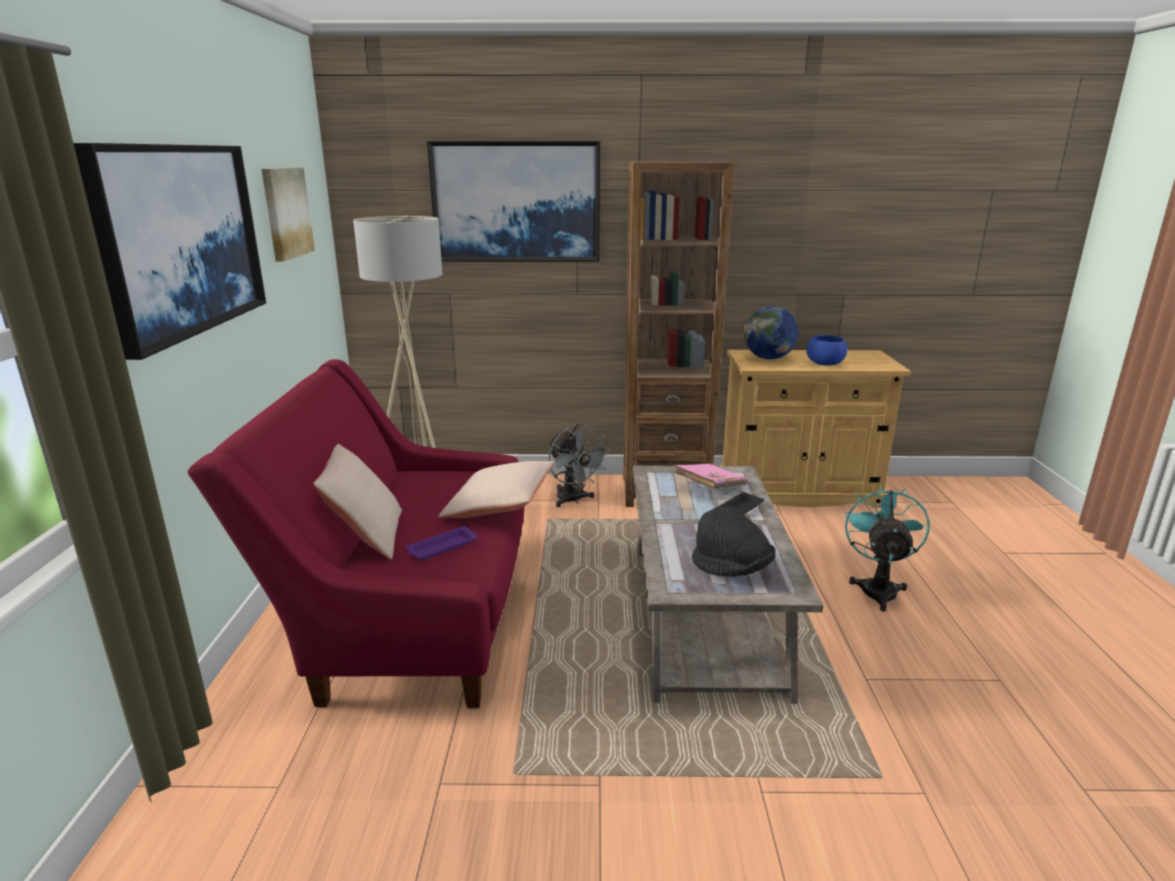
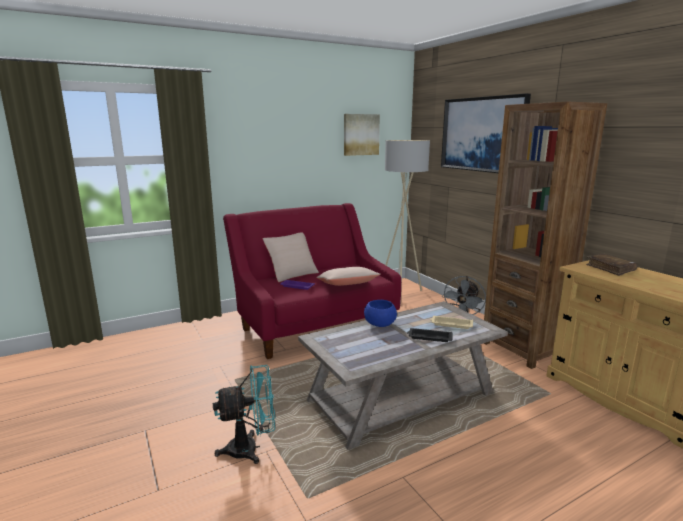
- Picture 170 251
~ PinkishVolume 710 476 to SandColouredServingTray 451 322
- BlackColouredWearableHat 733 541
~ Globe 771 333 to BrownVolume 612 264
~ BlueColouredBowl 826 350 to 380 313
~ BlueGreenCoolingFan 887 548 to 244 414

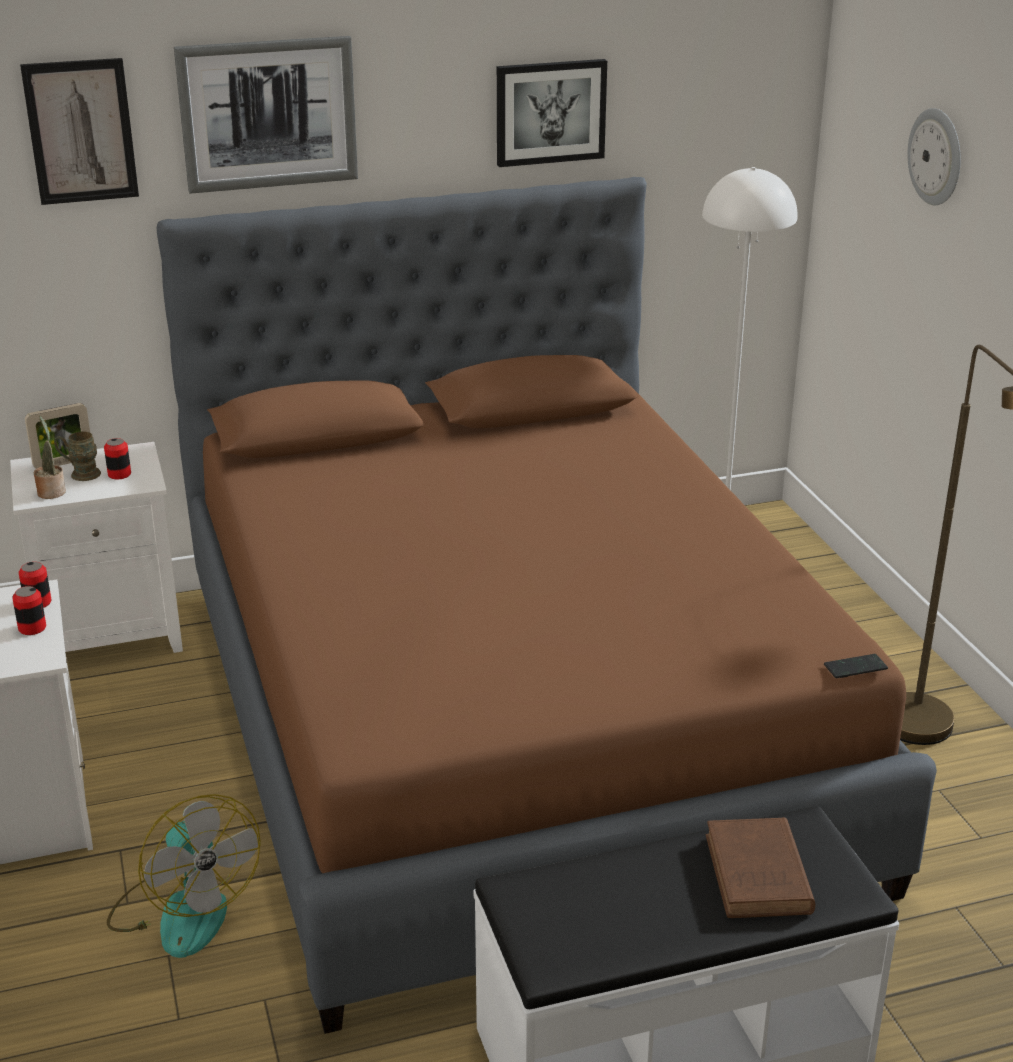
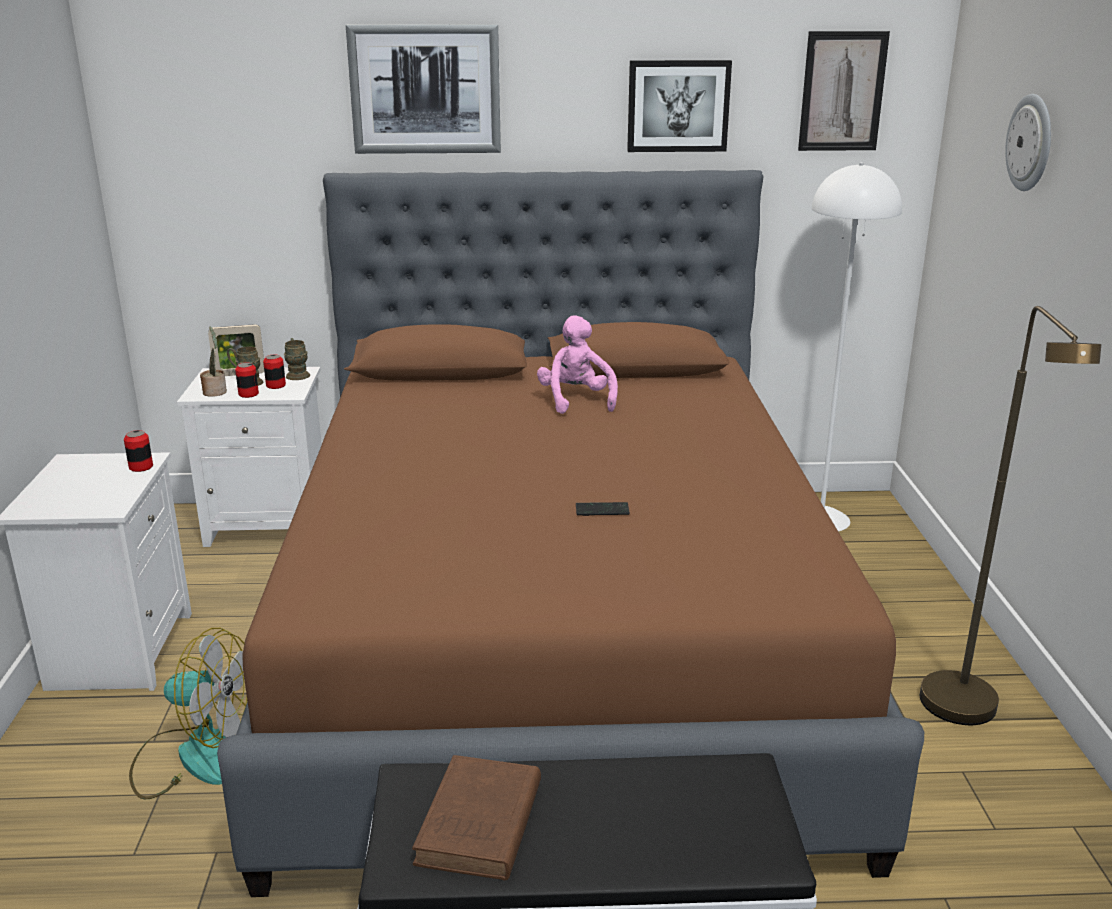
~ SealedCan 29 610 to 247 380
~ Picture 79 131 to 844 91
~ CoolingFan 184 876 = 188 713 60 degrees counterclockwise
~ BrownVolume 760 867 to 476 817
~ Telephone 856 666 to 603 509
+ BrownCoffeeMug 297 359
+ PinkishSoftToy 577 364

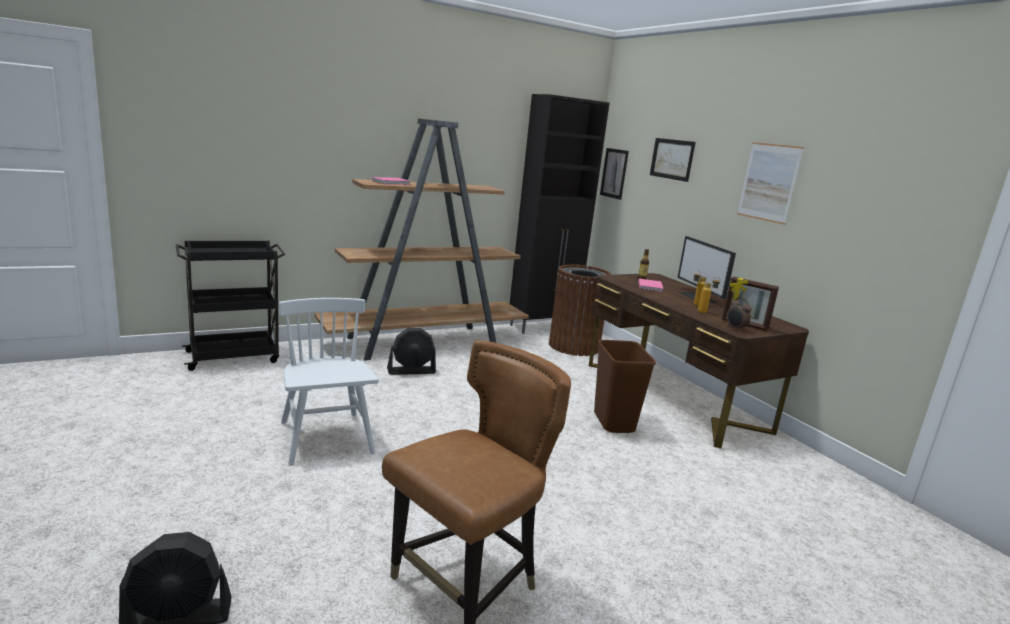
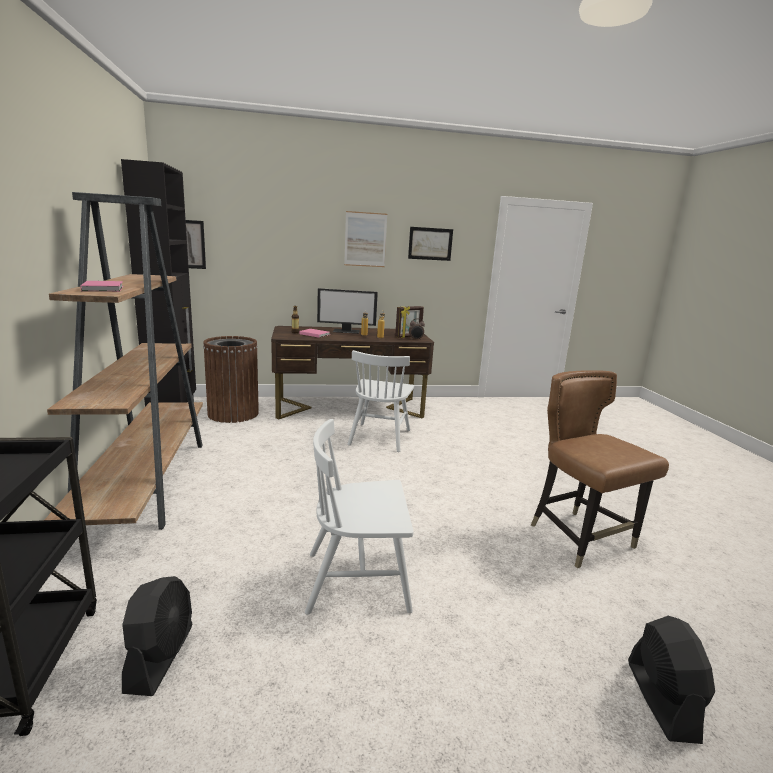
~ BlackColouredCoolingFan 411 351 to 157 636
~ BrownRubbishBin 625 386 to WhiteColouredPlainChair 381 401
~ Picture 673 160 to 430 244

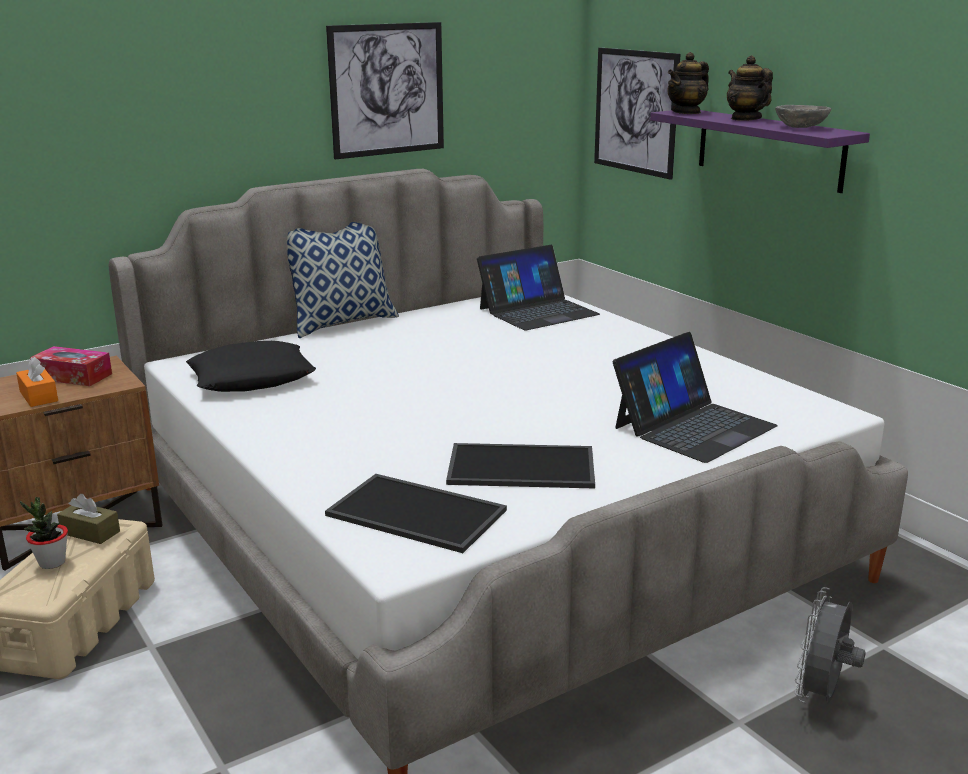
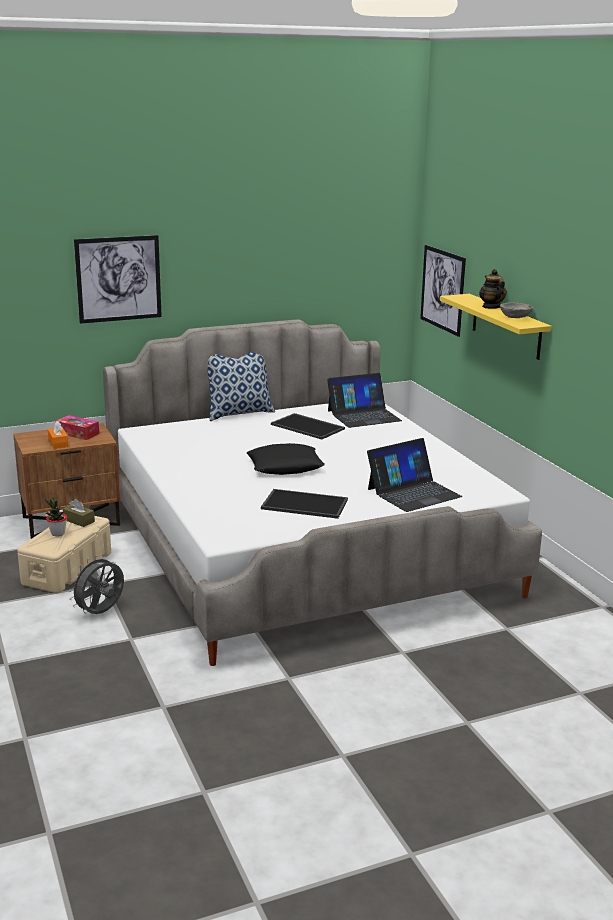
~ BlackColouredCushion 251 366 to 286 459
~ ServingTray 416 513 to 308 426
~ Picture 385 90 to 118 279
~ PurpleBracketShelf 760 151 to YellowColouredBracketShelf 496 327
- PotForTea 688 83
~ GreyishCoolingFan 830 645 to 96 584

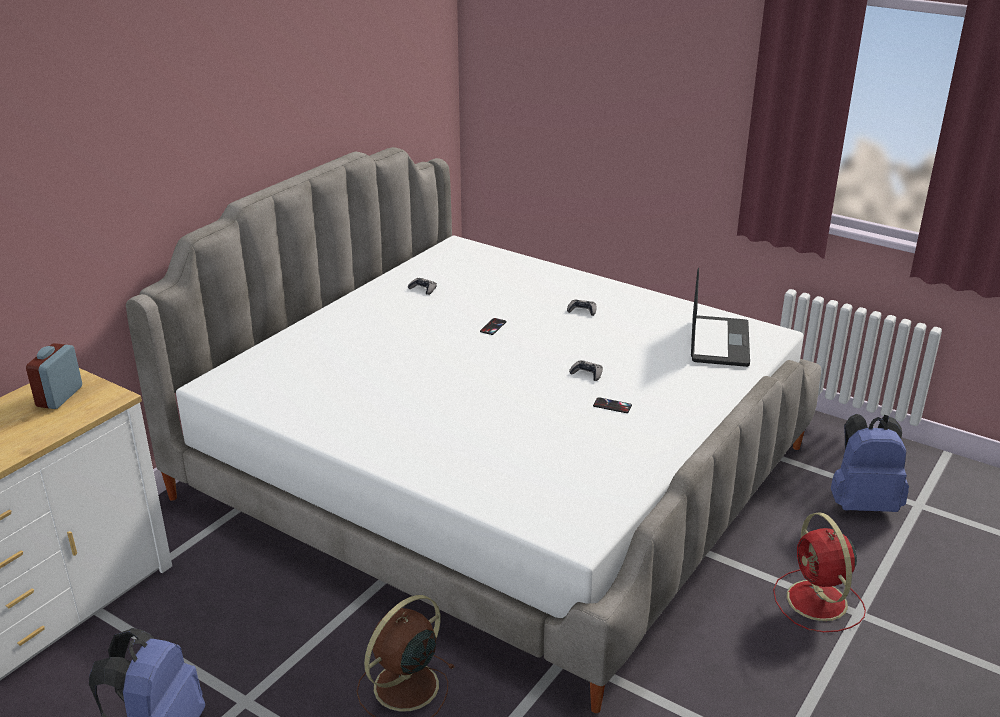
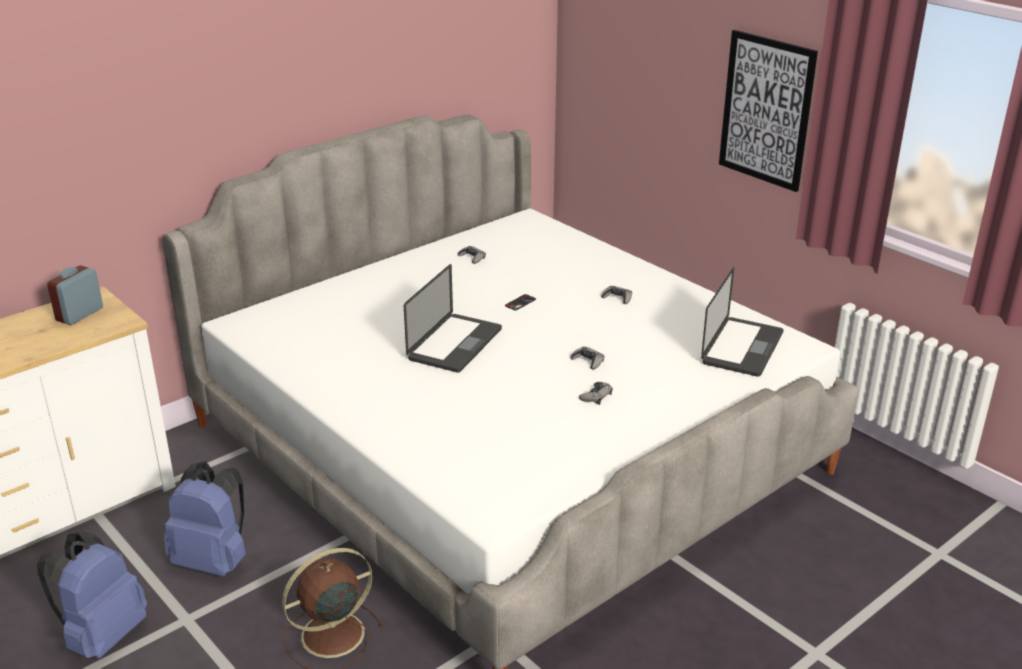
~ Telephone 612 405 to GreyishGameController 596 393
- RedCoolingFan 819 572
~ BlueColouredBackpack 870 463 to 205 518
+ PortableComputer 453 318
+ Picture 768 111

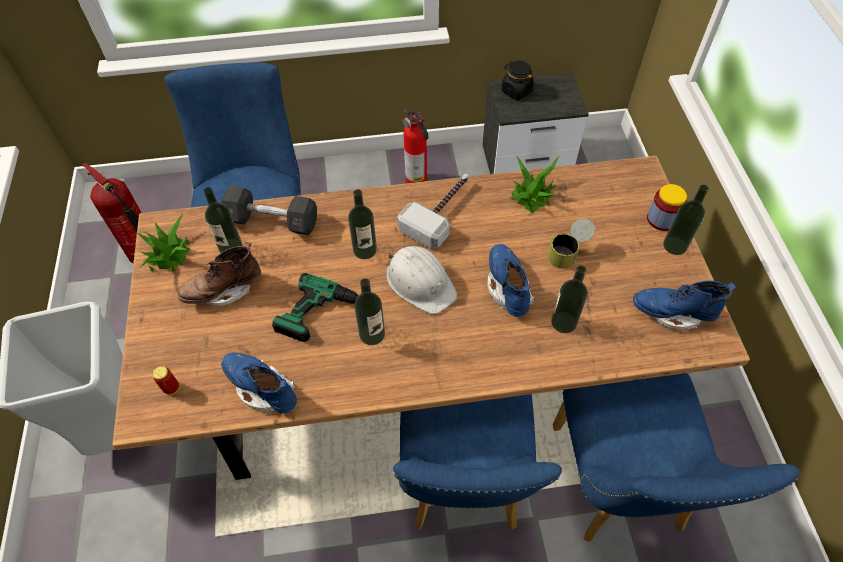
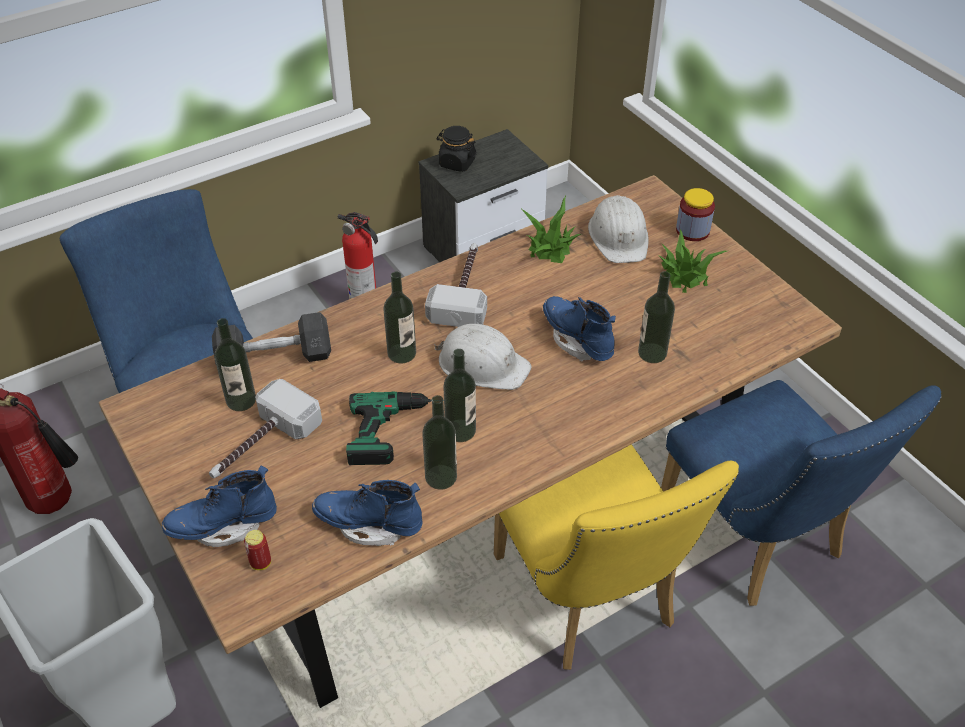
~ PottedPlant 163 243 to 692 261
~ BrownBoot 219 274 to ToolHammer 265 428
~ BlueColouredPlainChair 477 462 to YellowColouredPlainChair 616 557
- SealedCan 571 243
~ BlueColouredBoot 684 305 to 219 506
~ DrinkBottle 686 220 to 439 442
+ WhiteColouredWorkHelmet 618 229

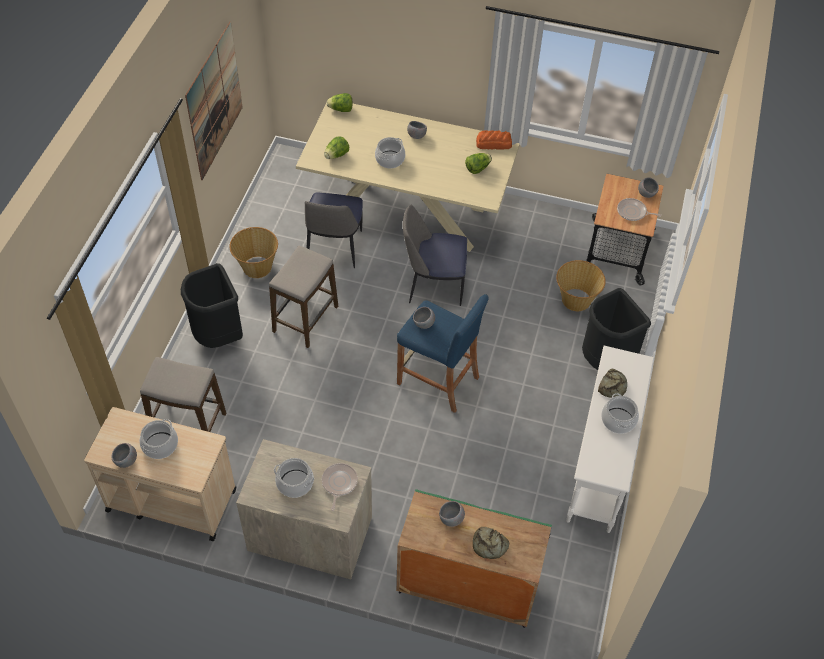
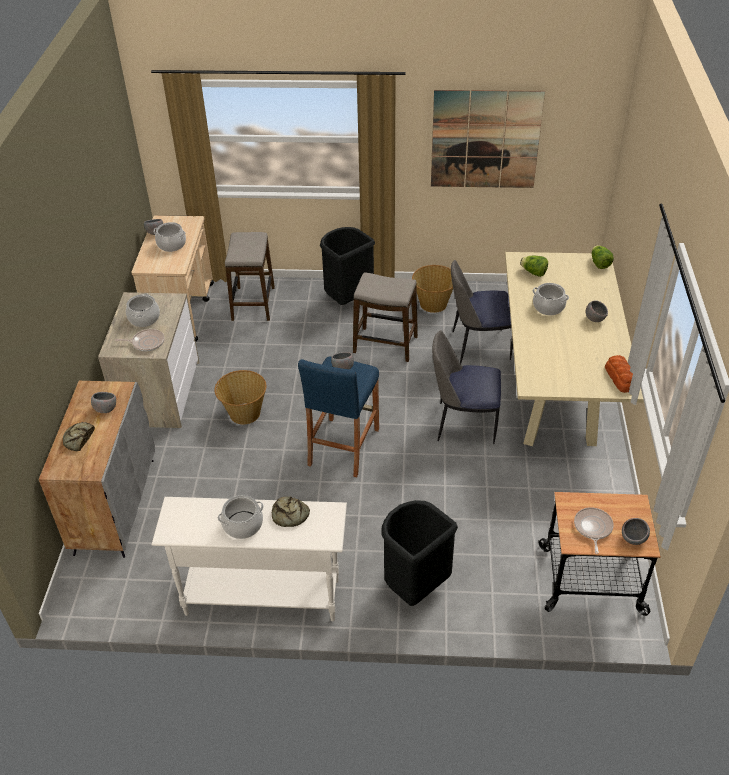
~ GreenStorageCabinet 474 558 to GreyishStorageCabinet 97 469
~ PlainChair 435 255 = 466 387 75 degrees counterclockwise
- Lettuce 478 163
~ HouseholdBasket 581 285 to 240 397

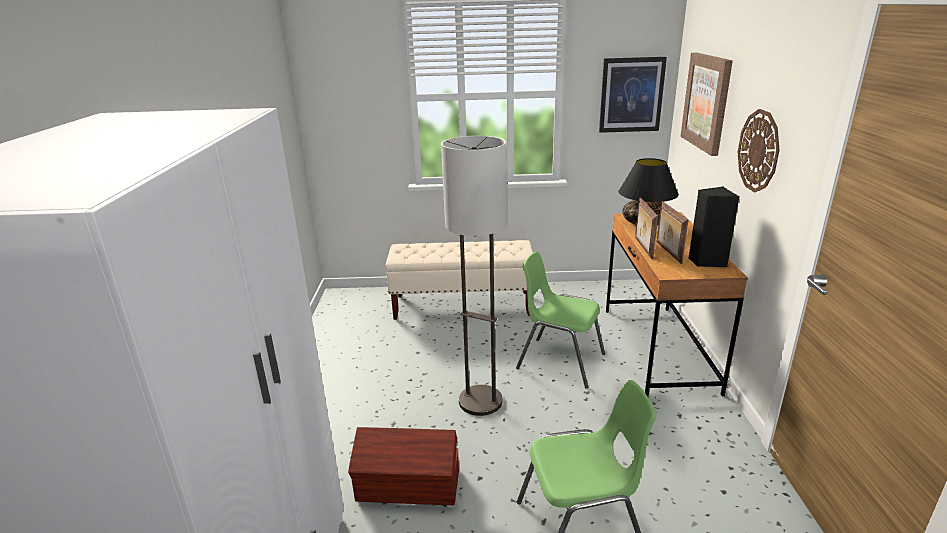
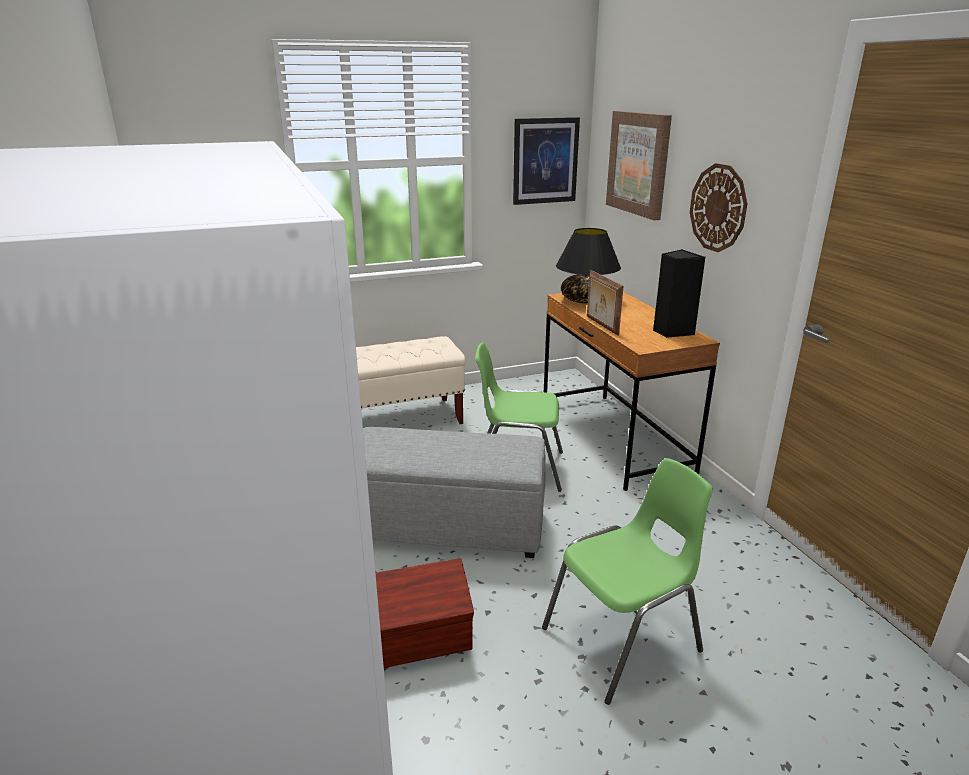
~ StandingLamp 474 275 to GreyishOttoman 454 492
- PictureFrame 673 232

